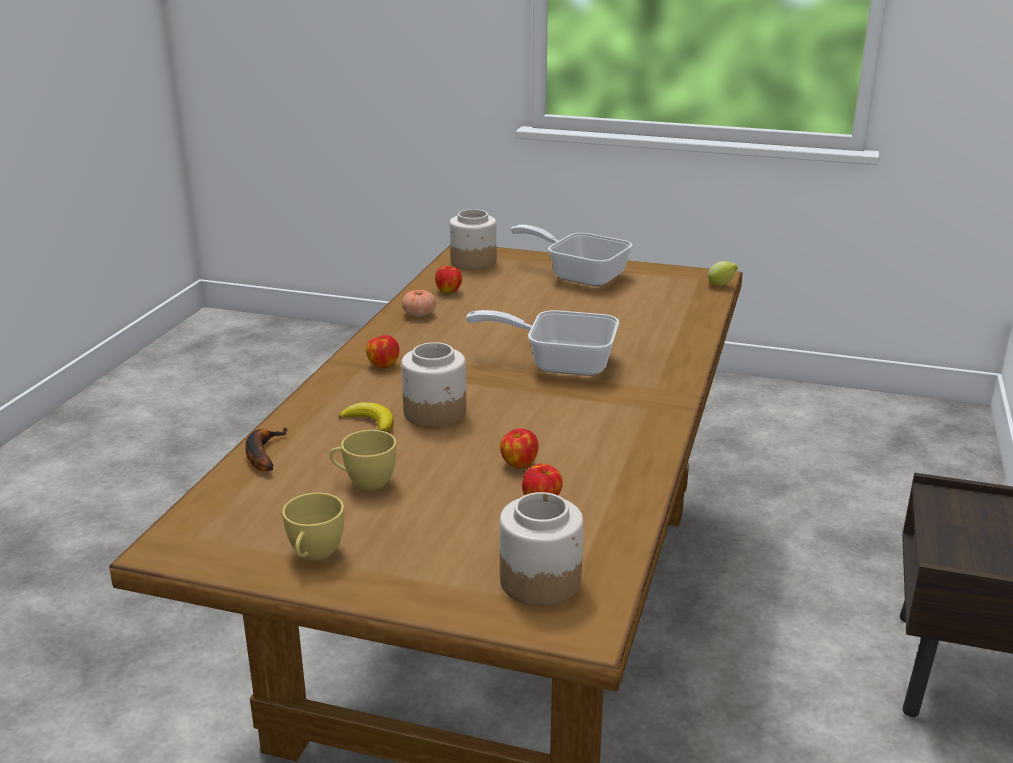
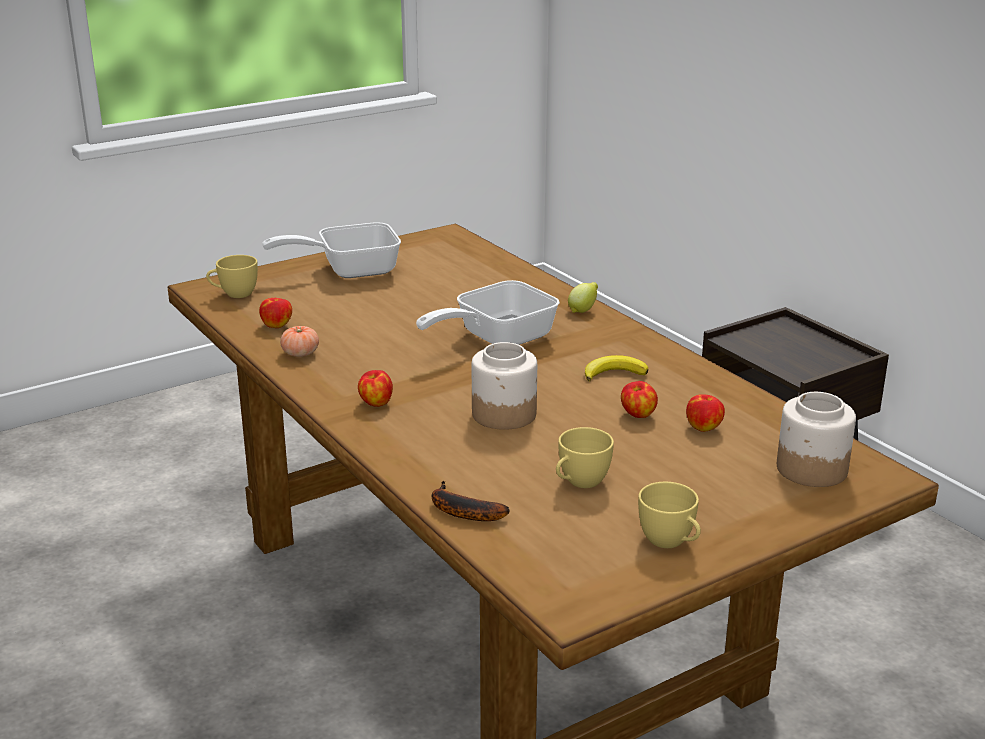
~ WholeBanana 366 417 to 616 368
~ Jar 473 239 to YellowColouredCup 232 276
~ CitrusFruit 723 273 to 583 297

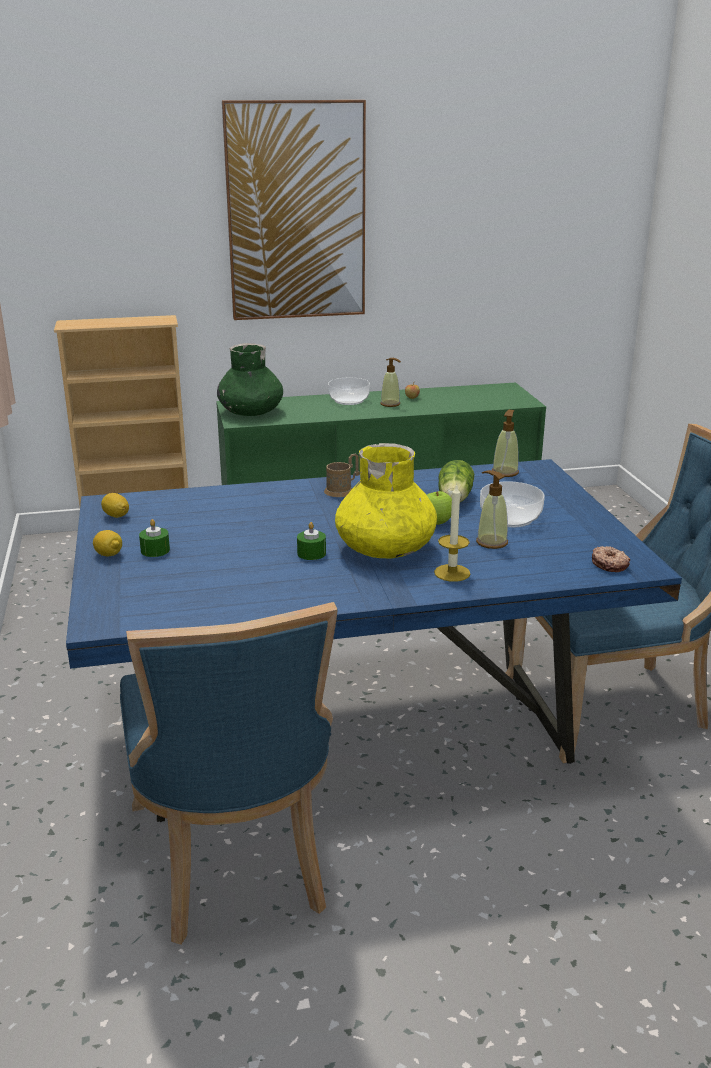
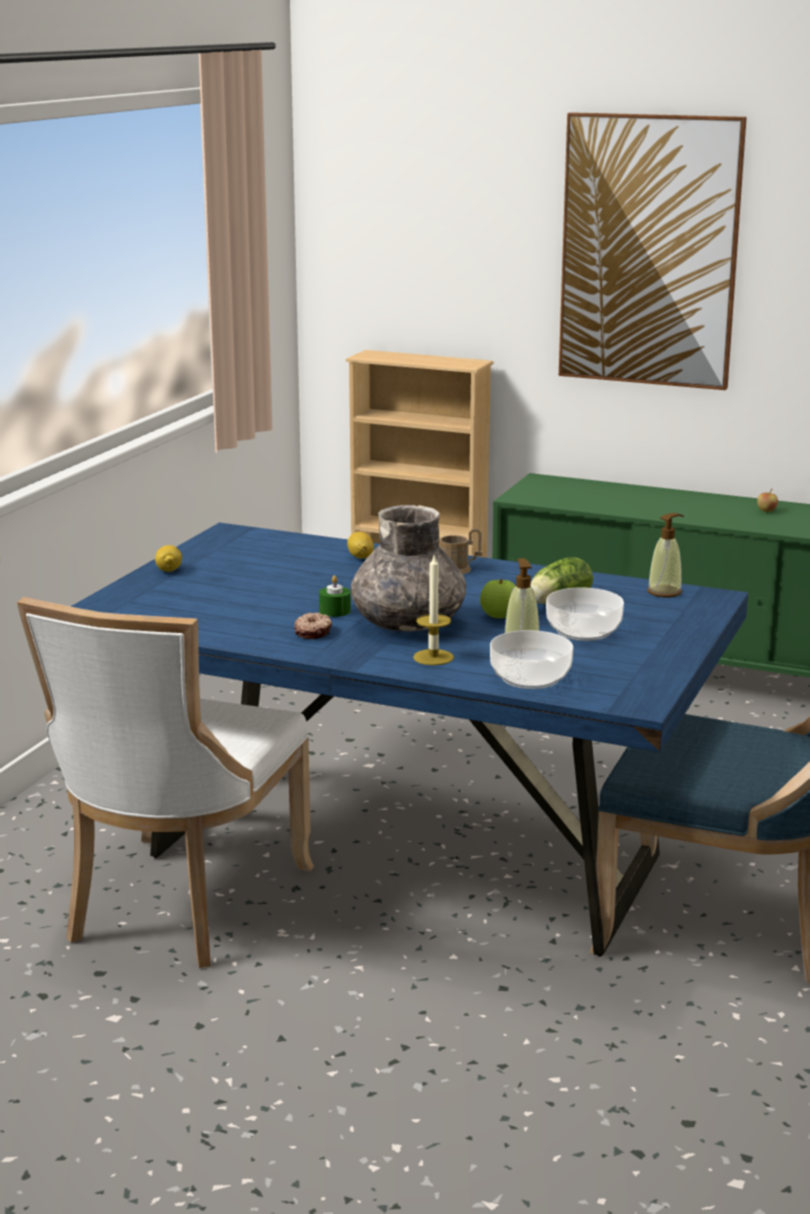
~ CitrusFruit 115 505 to 360 545
~ BlueColouredPlainChair 229 773 to WhiteColouredPlainChair 165 782
- GreenCandle 154 538
- GreenFlowerVase 250 379
~ Bowl 349 391 to 531 659
~ YellowColouredFlowerVase 386 501 to GreyishFlowerVase 408 568
- SoapDispenser 390 382
~ Doughnut 611 559 to 313 626

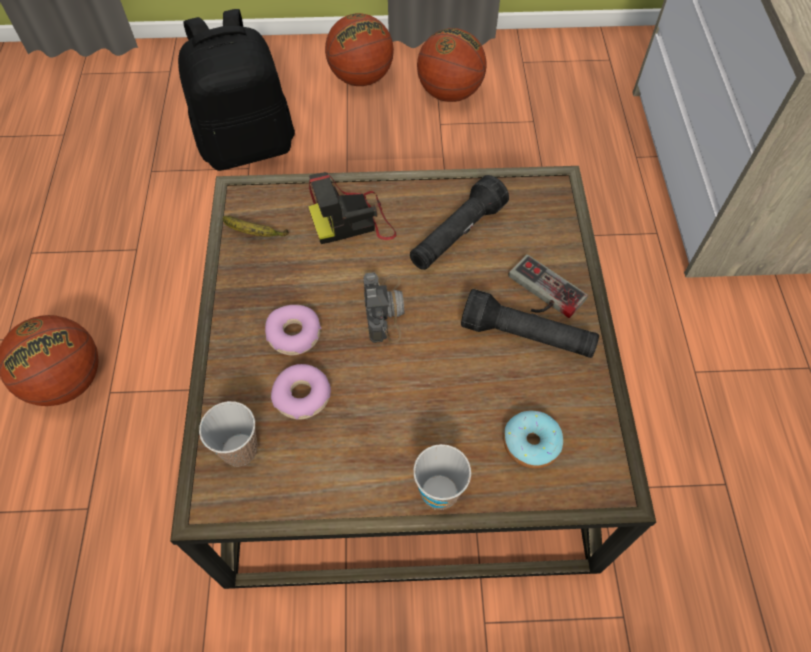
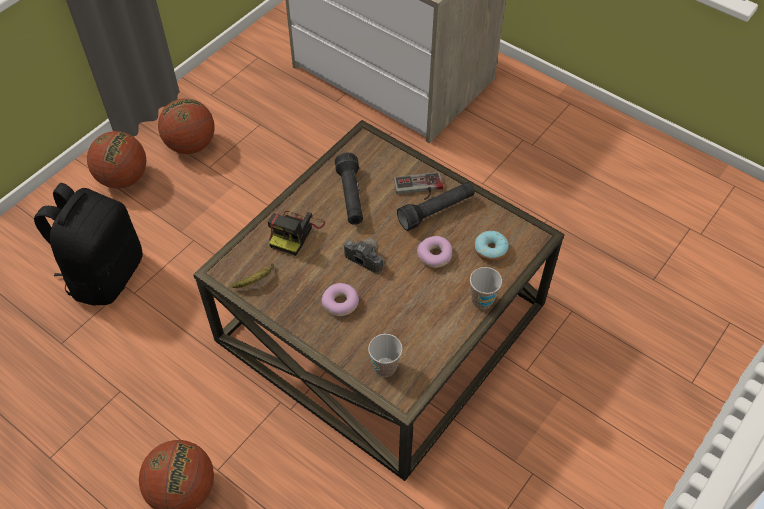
~ Doughnut 301 391 to 434 252

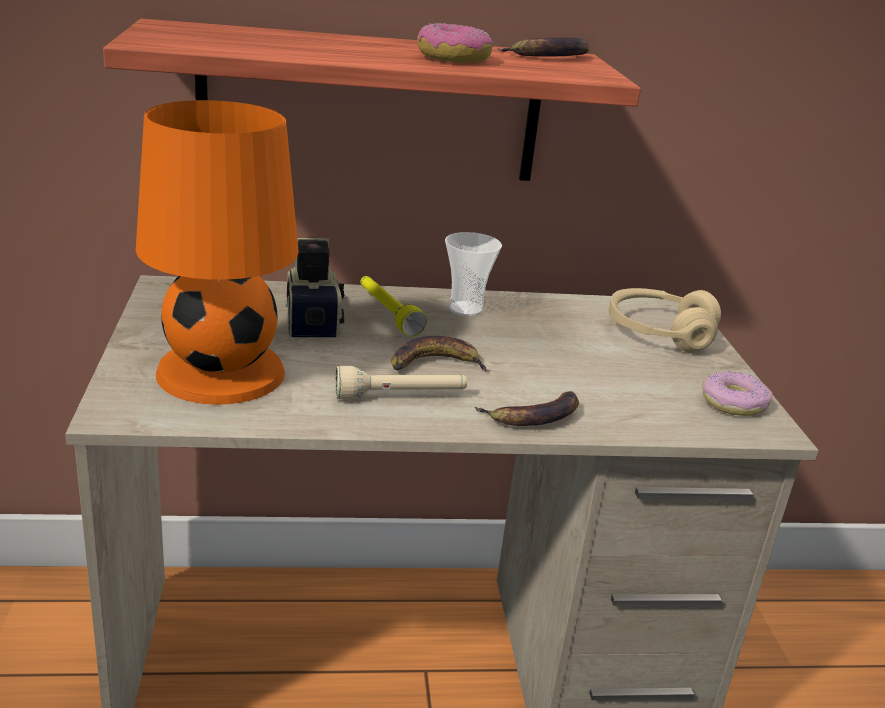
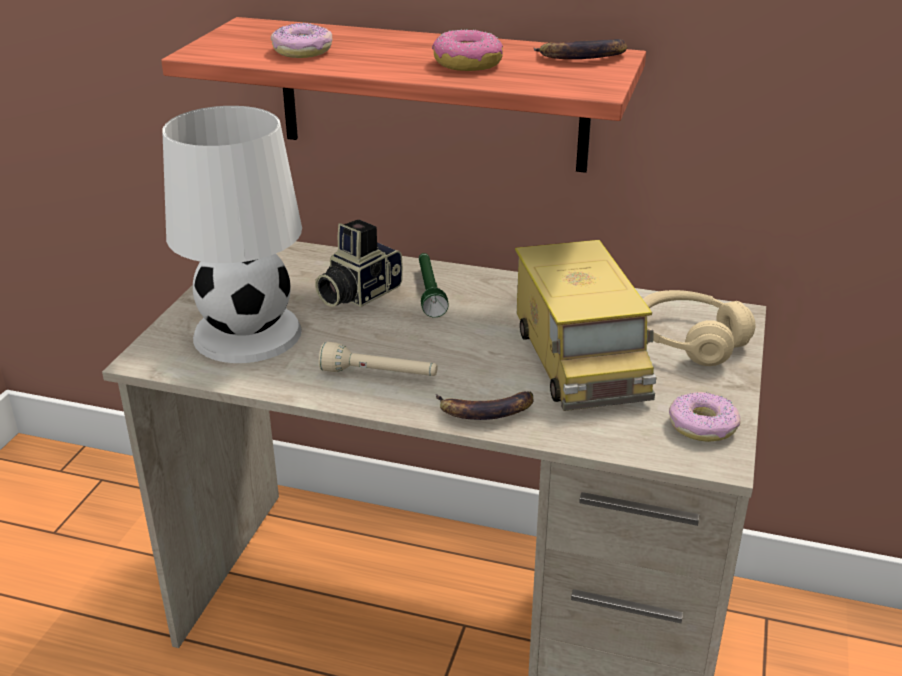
~ OrangeyTableLamp 217 252 to WhiteColouredTableLamp 232 234
~ PhotoCamera 315 287 = 359 263 150 degrees counterclockwise
~ YellowColouredHandTorch 393 306 to GreenHandTorch 434 285
- WholeBanana 441 354
- Cup 473 274
+ Doughnut 302 40
+ ToyLorry 585 325

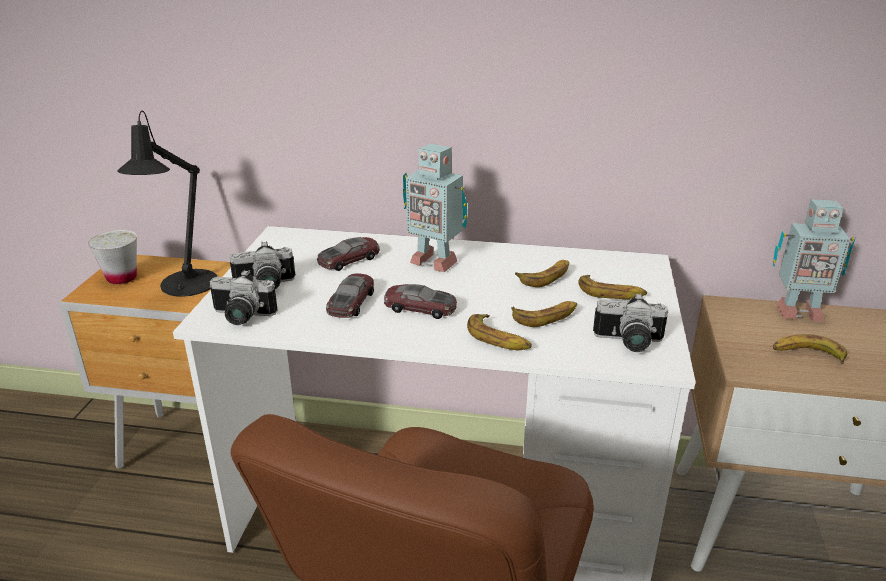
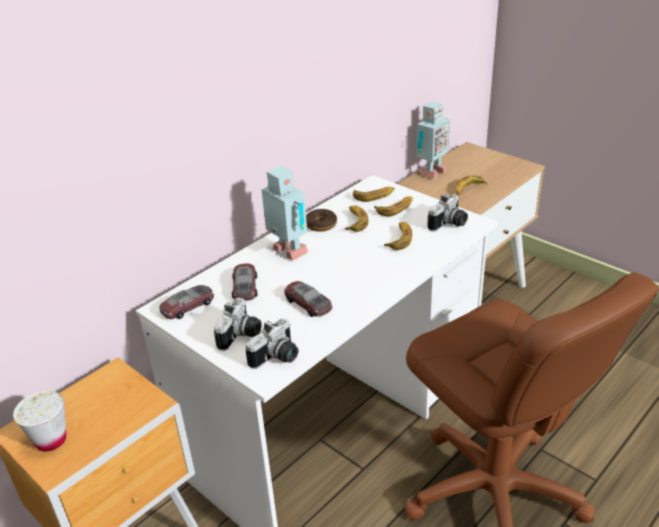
- BlackColouredTableLamp 167 204
~ ModelCar 420 301 to 186 302
~ RobotFigure 435 208 = 285 213 105 degrees counterclockwise
~ WholeBanana 499 332 to 374 194
+ Doughnut 321 220

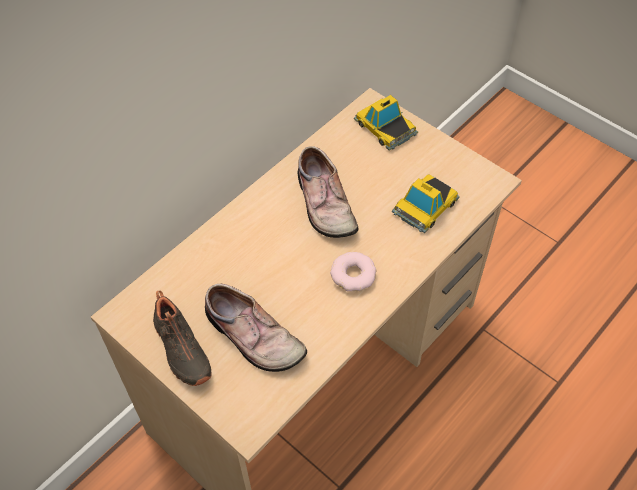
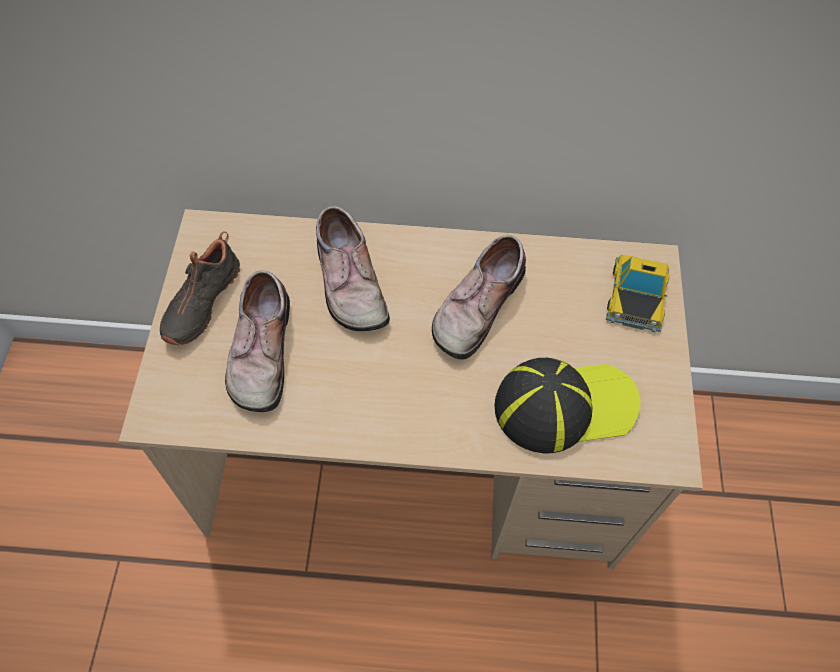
- Doughnut 353 272
~ ModelCar 426 203 to BaseballCap 567 406
+ LowShoe 353 268

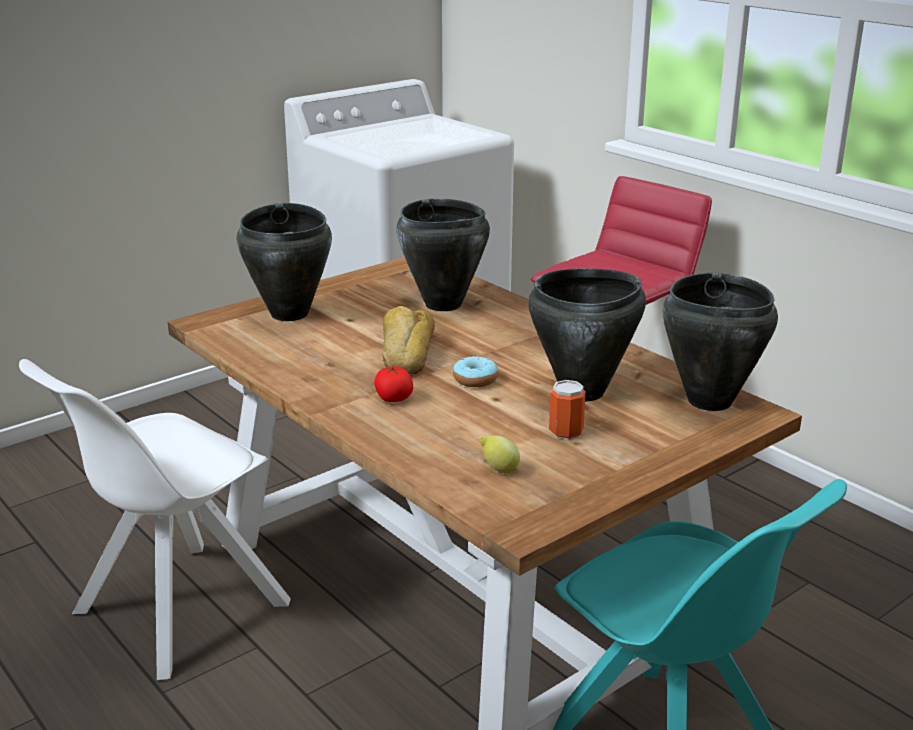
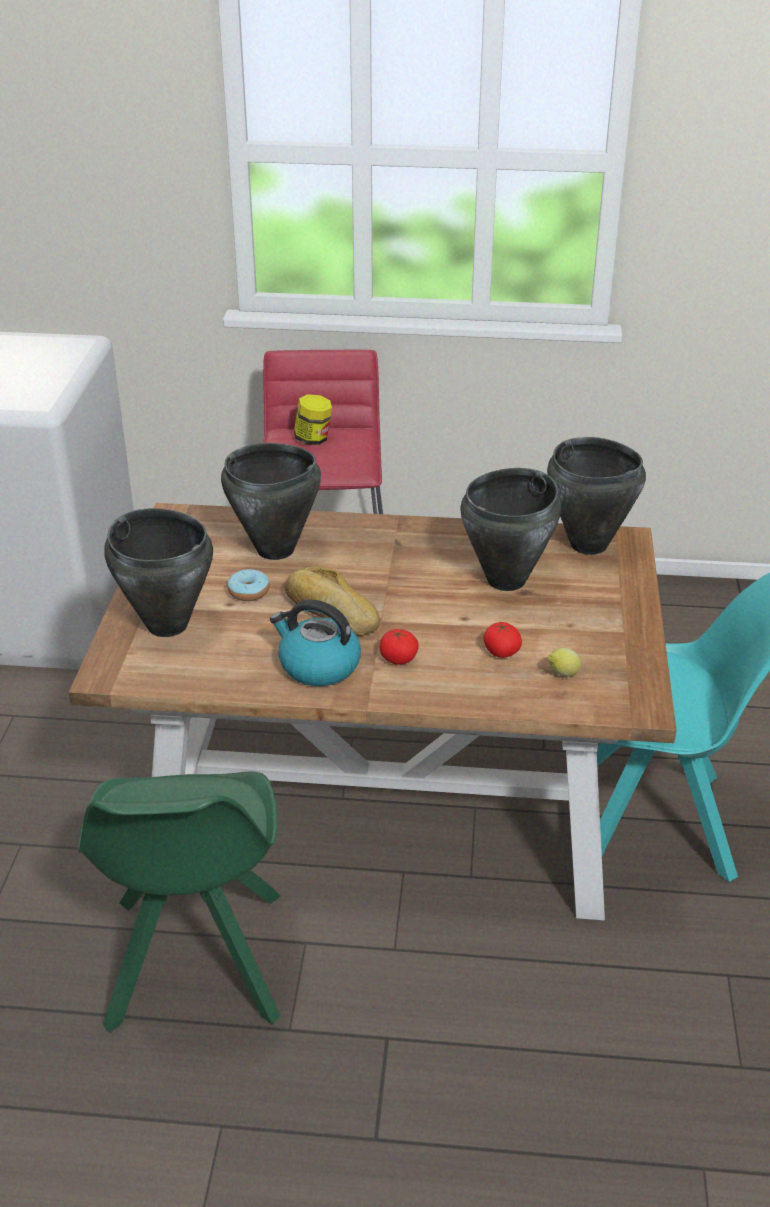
~ WhiteColouredPlainChair 155 519 to GreenPlainChair 179 902
~ Doughnut 475 371 to 248 585
- SealedCan 567 410
+ TeaKettle 315 642
+ Jar 313 419
+ FreshTomato 502 640

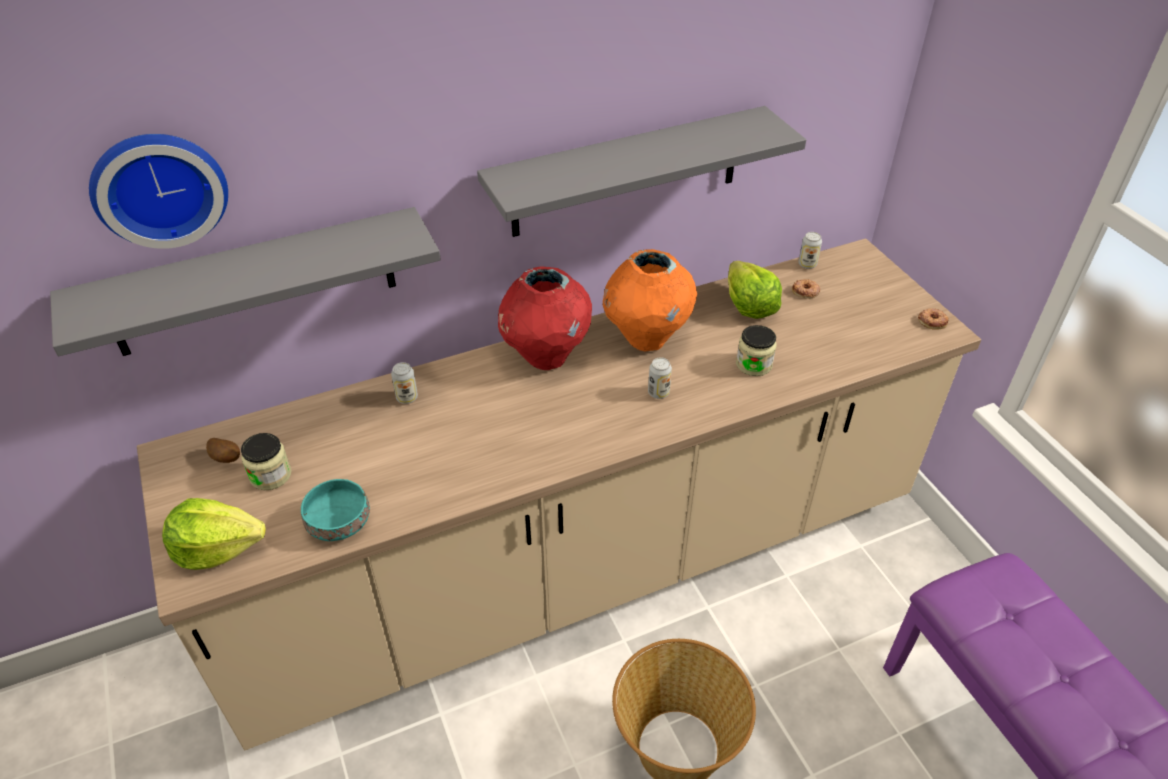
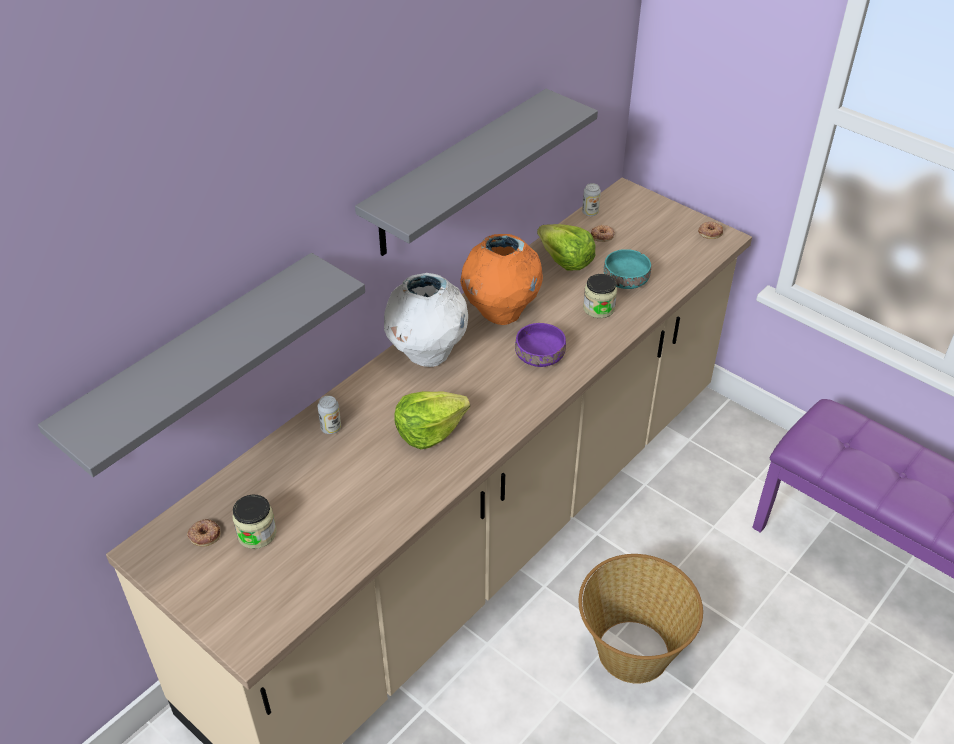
- HangingClock 158 191
~ Lettuce 214 534 to 432 420
~ Spud 223 450 to Doughnut 203 533
~ BlueGreenBowl 335 510 to 627 269
~ RedFlowerVase 545 318 to WhiteColouredFlowerVase 426 320
~ SealedCan 660 378 to PurpleBowl 540 345

